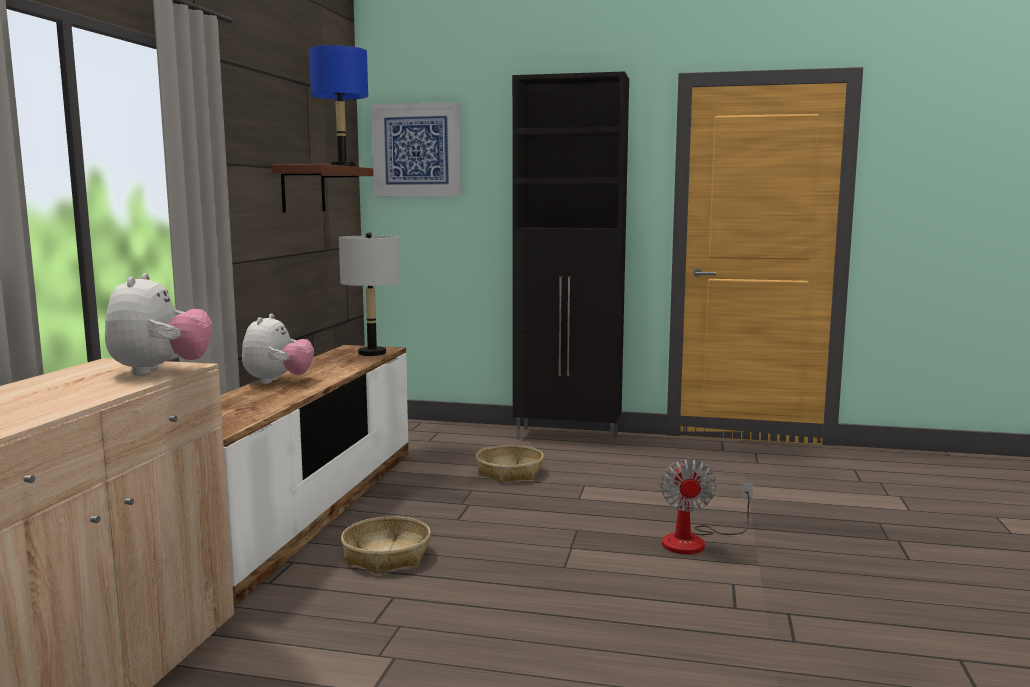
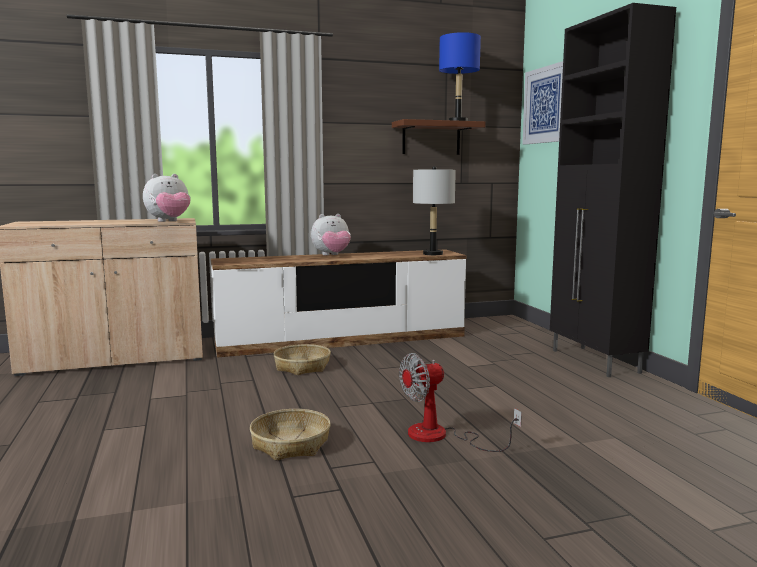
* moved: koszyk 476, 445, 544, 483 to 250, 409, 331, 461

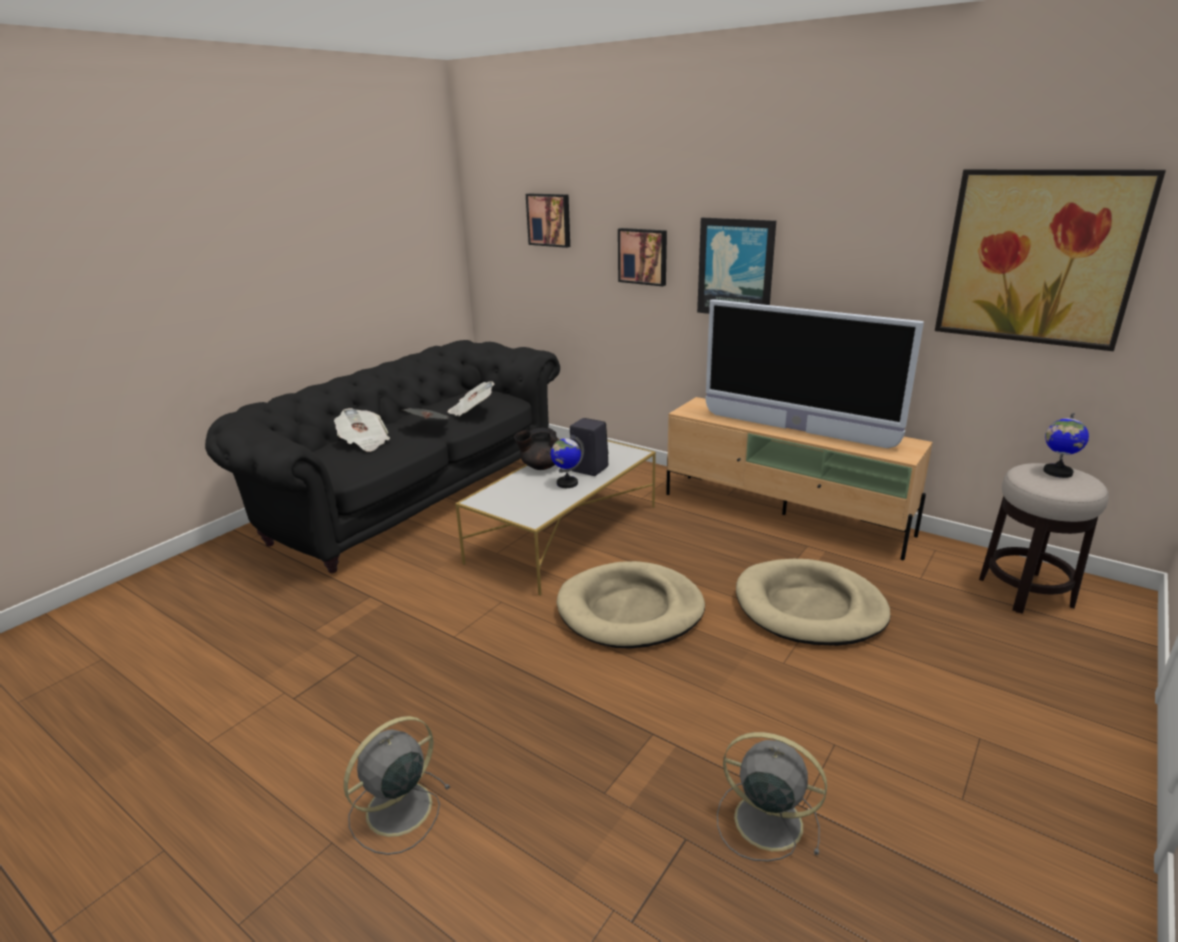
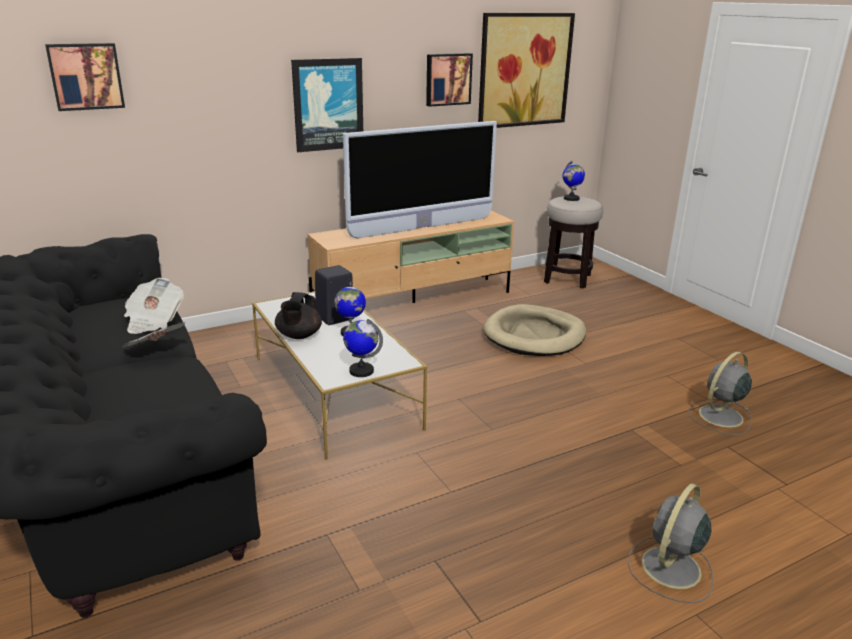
* moved: obraz 618, 228, 667, 286 to 426, 53, 473, 107
* removed: gazeta 334, 408, 390, 452
* removed: legowisko/beżowy 557, 561, 705, 649
* turned: wentylator/szary 344, 716, 451, 855 = 628, 483, 713, 603 60 degrees clockwise
* added: globus 343, 319, 383, 377

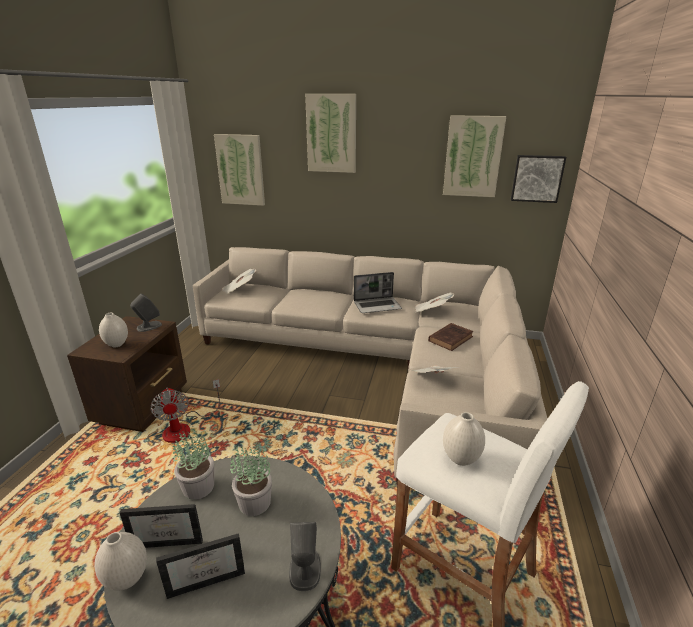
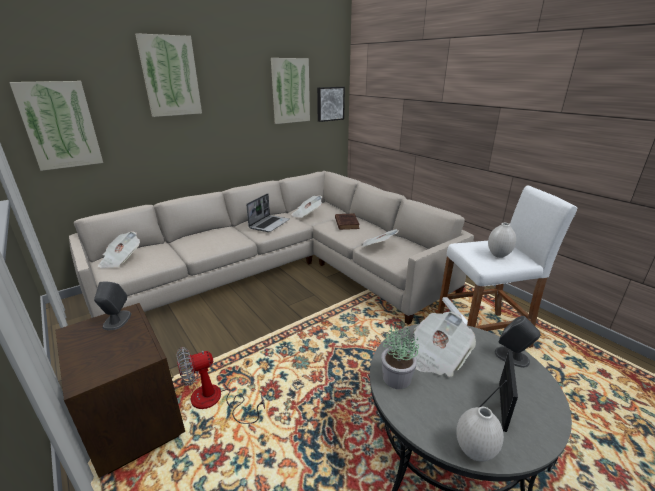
* removed: wazon/biały 99, 313, 128, 347
* turned: wentylator 150, 379, 220, 443 = 176, 347, 265, 424 135 degrees clockwise
* replaced: roślina doniczkowa 230, 443, 272, 516 to gazeta 412, 312, 476, 377
* removed: ramka na zdjęcie 119, 504, 203, 548

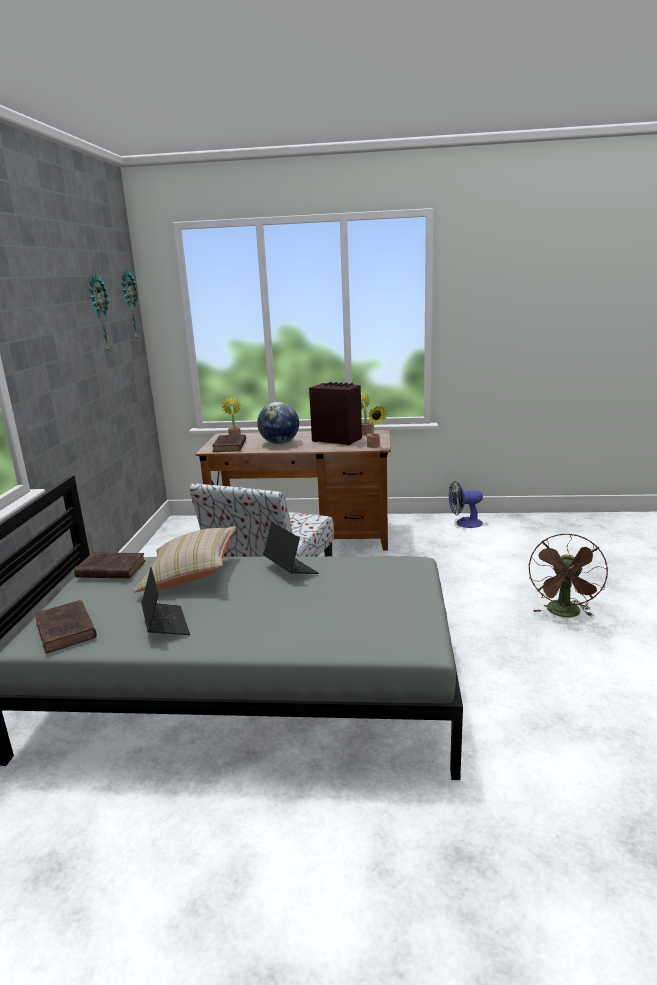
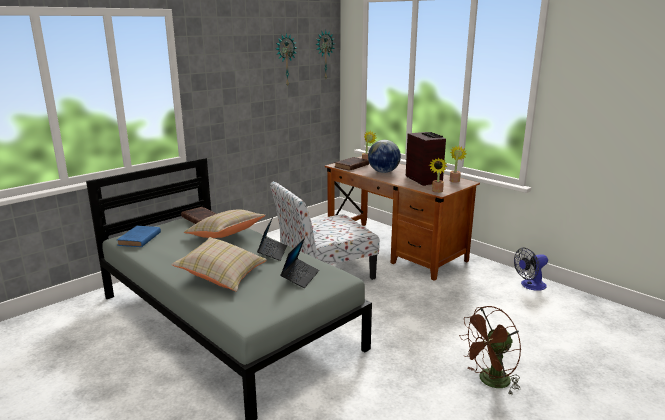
* turned: wentylator 449, 481, 483, 528 = 514, 248, 548, 291 60 degrees counterclockwise
* moved: laptop 141, 567, 190, 635 to 280, 238, 319, 288
* recoloured: książka/brązowy 34, 600, 97, 653 to książka/niebieski 117, 226, 161, 247
* added: poduszka/beżowy 171, 237, 267, 292

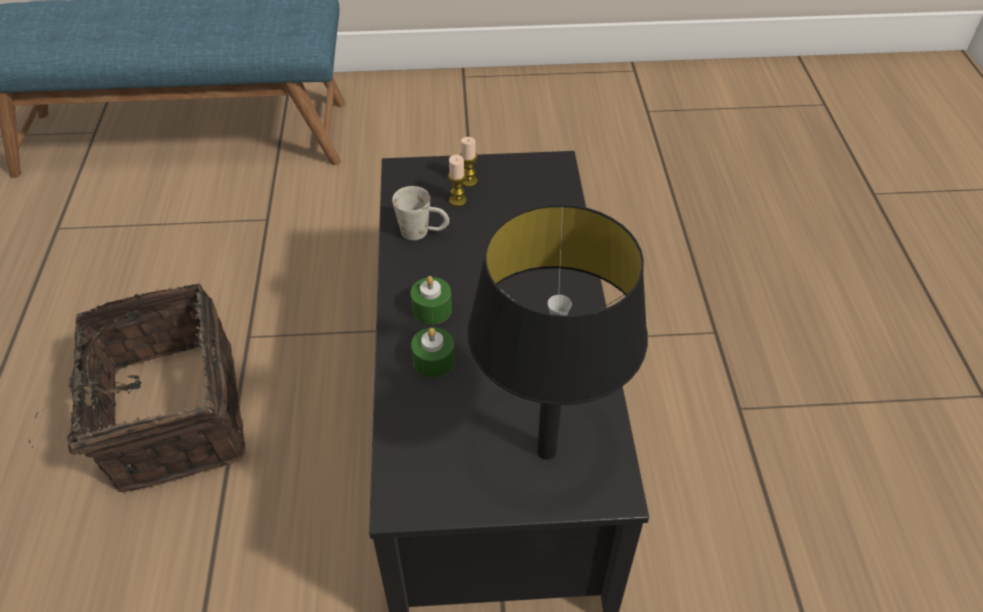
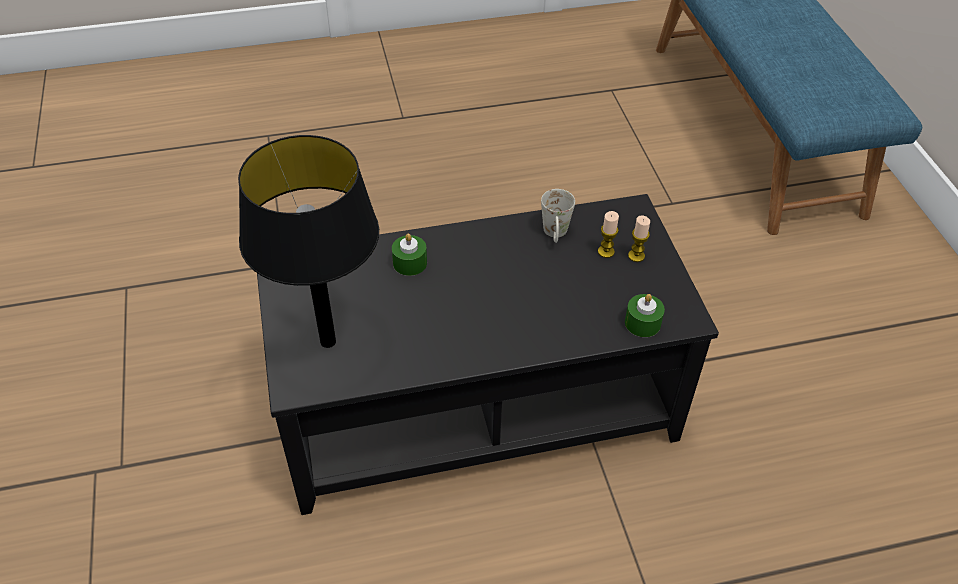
* moved: świeca/zielony 411, 276, 452, 325 to 625, 294, 665, 337
* removed: koszyk 29, 283, 246, 493

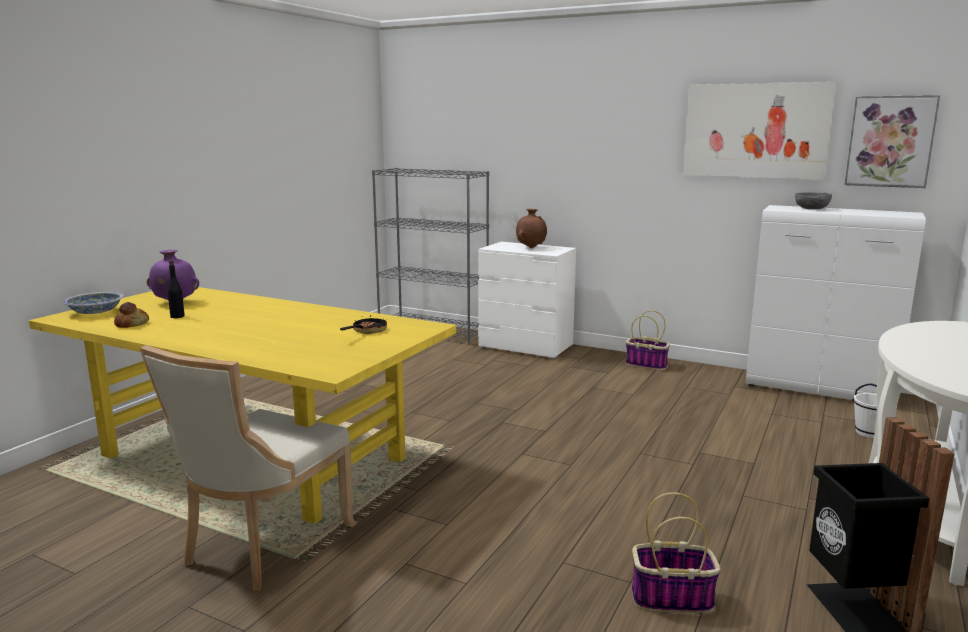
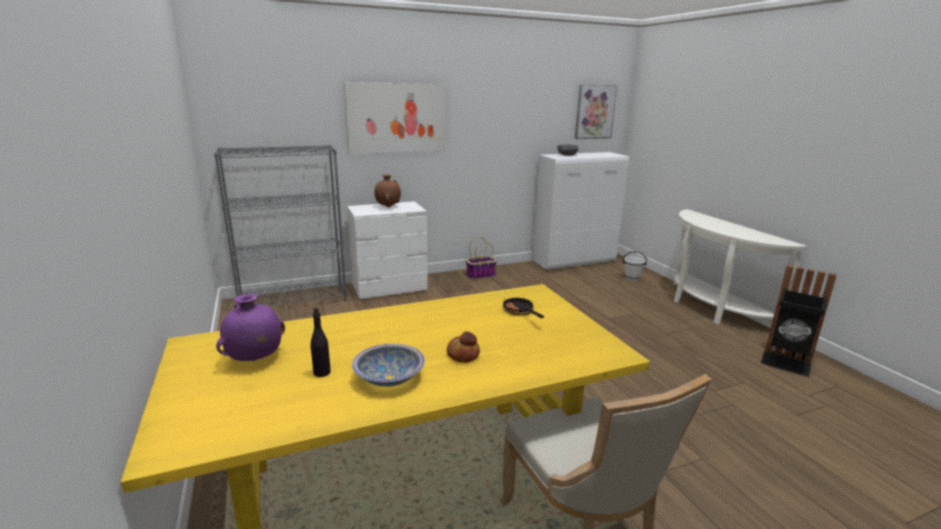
* moved: obraz 683, 82, 837, 180 to 344, 82, 445, 154
* moved: miska 63, 292, 124, 314 to 352, 344, 425, 387
* moved: chleb 114, 302, 149, 328 to 447, 332, 480, 363
* removed: koszyk 632, 492, 720, 613

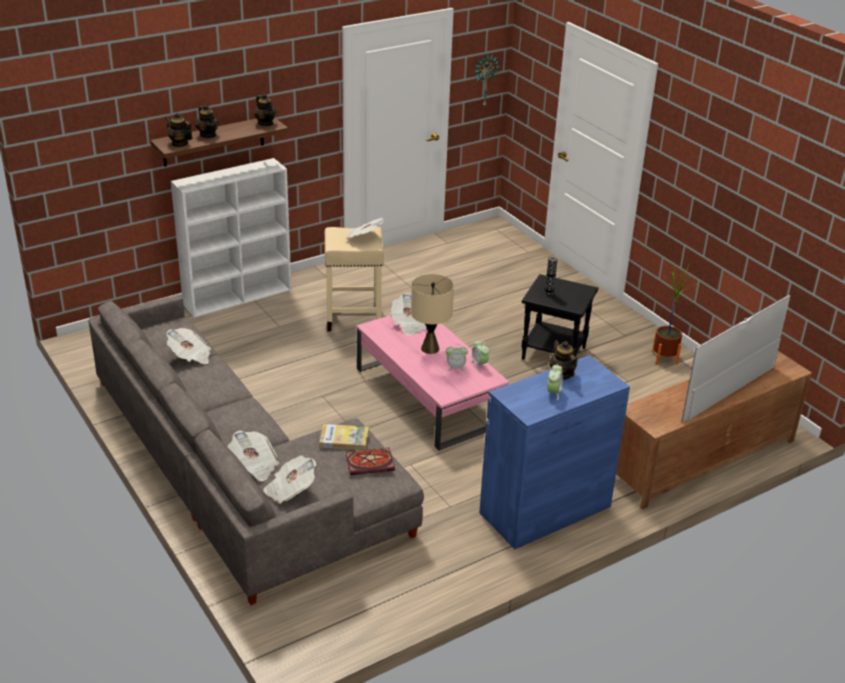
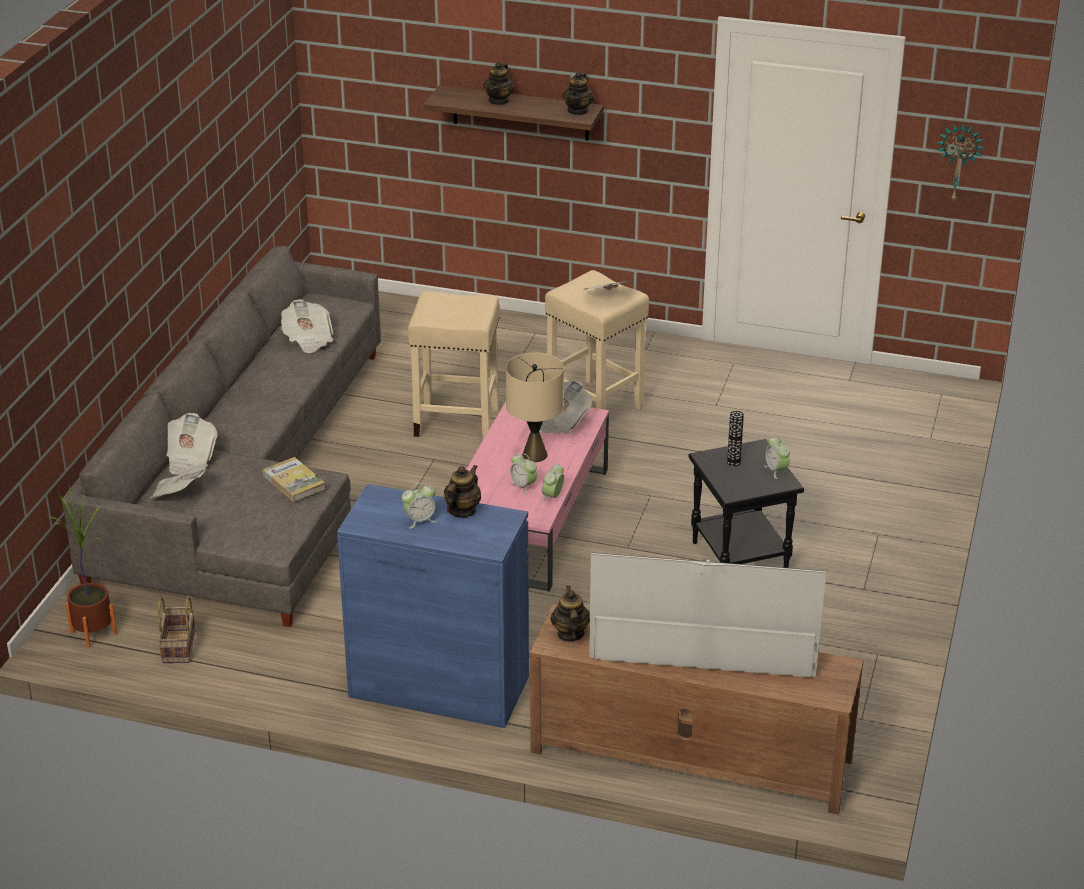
* moved: imbryk 165, 113, 193, 147 to 550, 586, 590, 642
* removed: regał/biały 171, 158, 291, 318
* moved: roślina doniczkowa 652, 265, 696, 364 to 49, 486, 117, 648
* removed: książka 346, 448, 395, 475
* added: stołek/beżowy 408, 291, 499, 439
* added: budzik 764, 436, 790, 479
* added: koszyk 158, 597, 196, 663

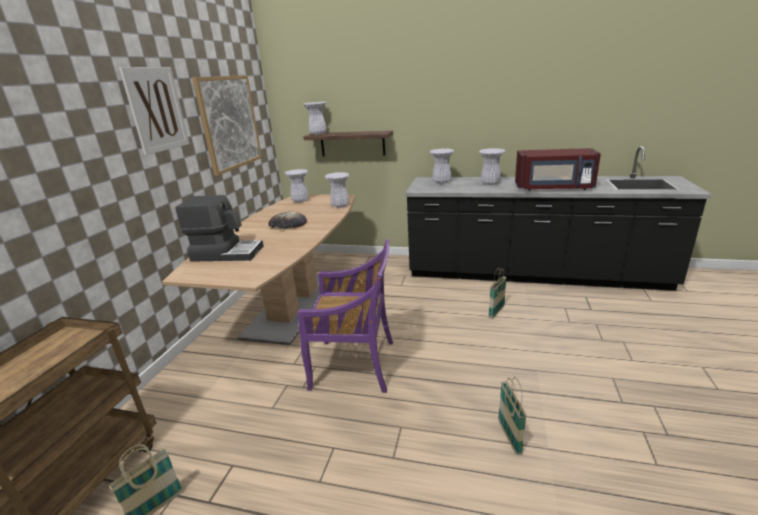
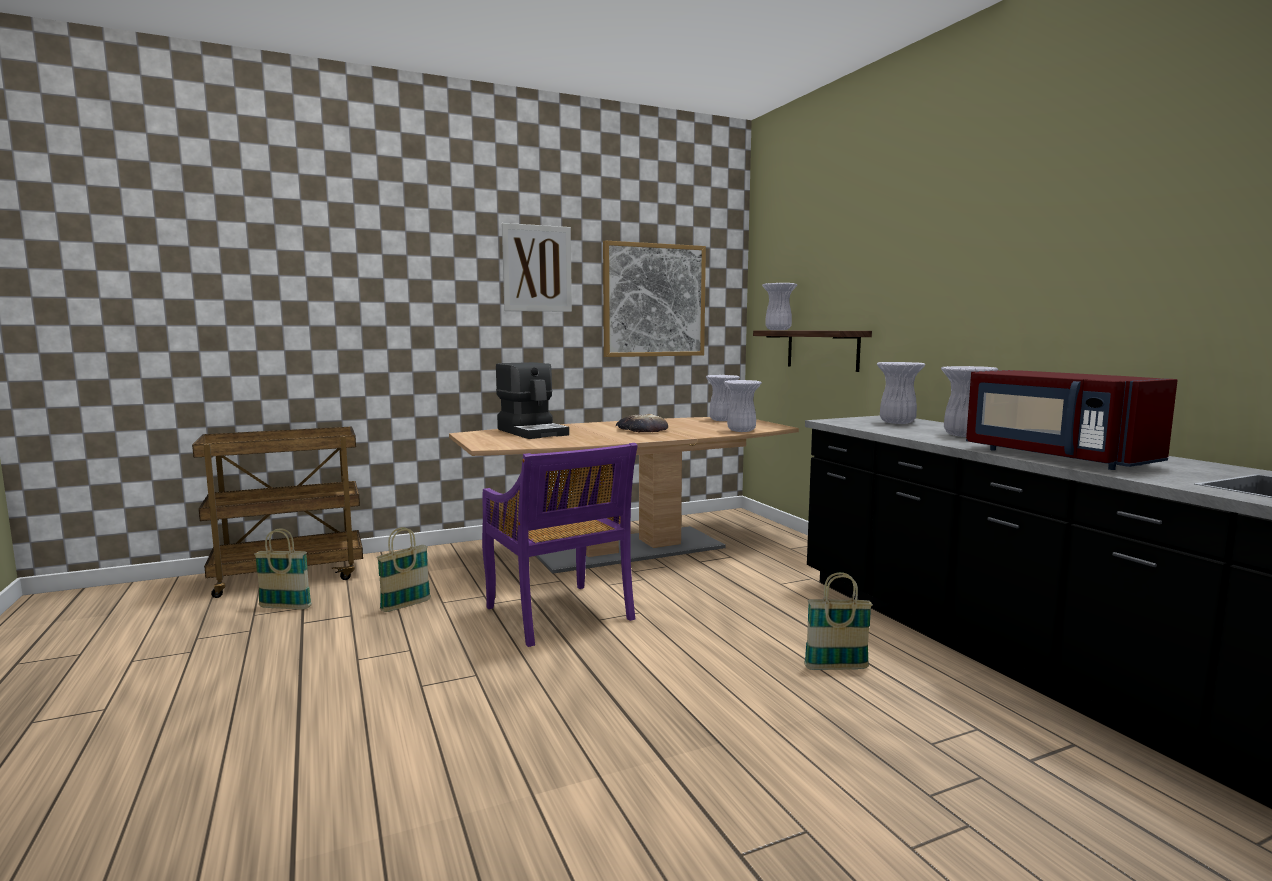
* moved: koszyk 498, 377, 527, 455 to 376, 527, 431, 612

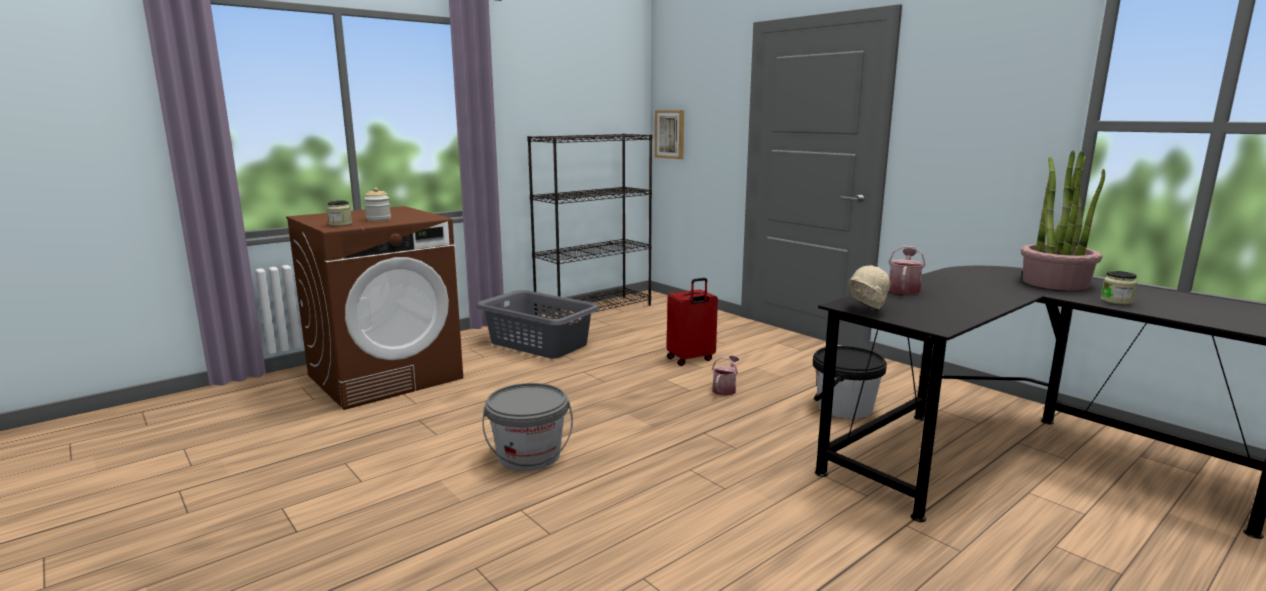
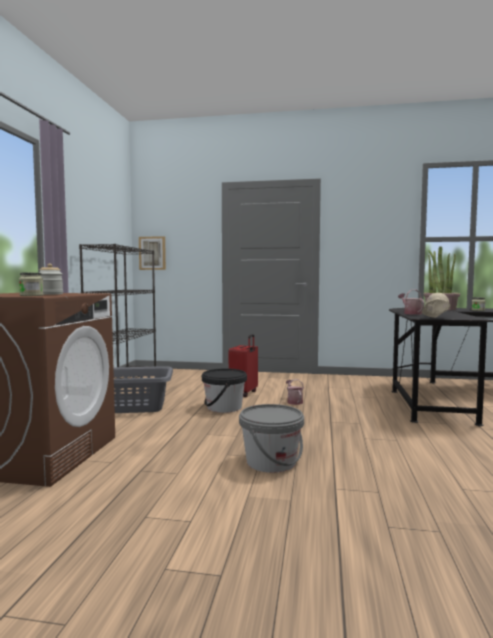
* moved: wiadro/czarny 813, 346, 887, 419 to 202, 368, 247, 413

